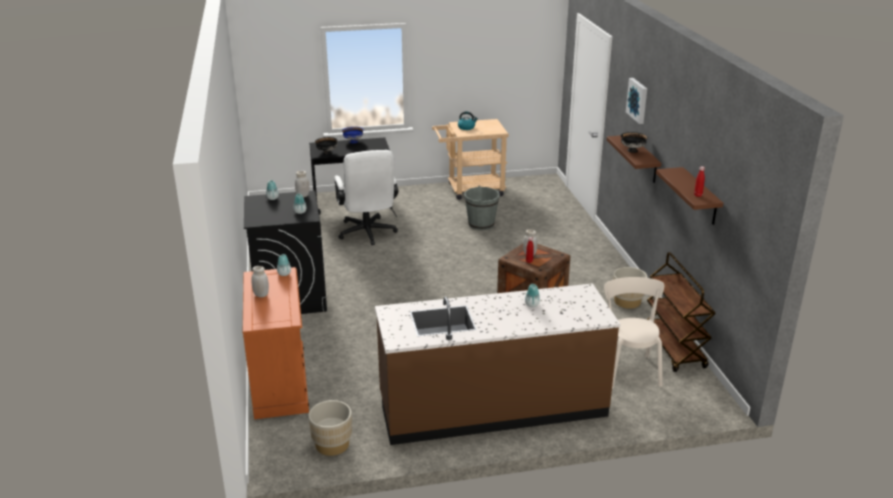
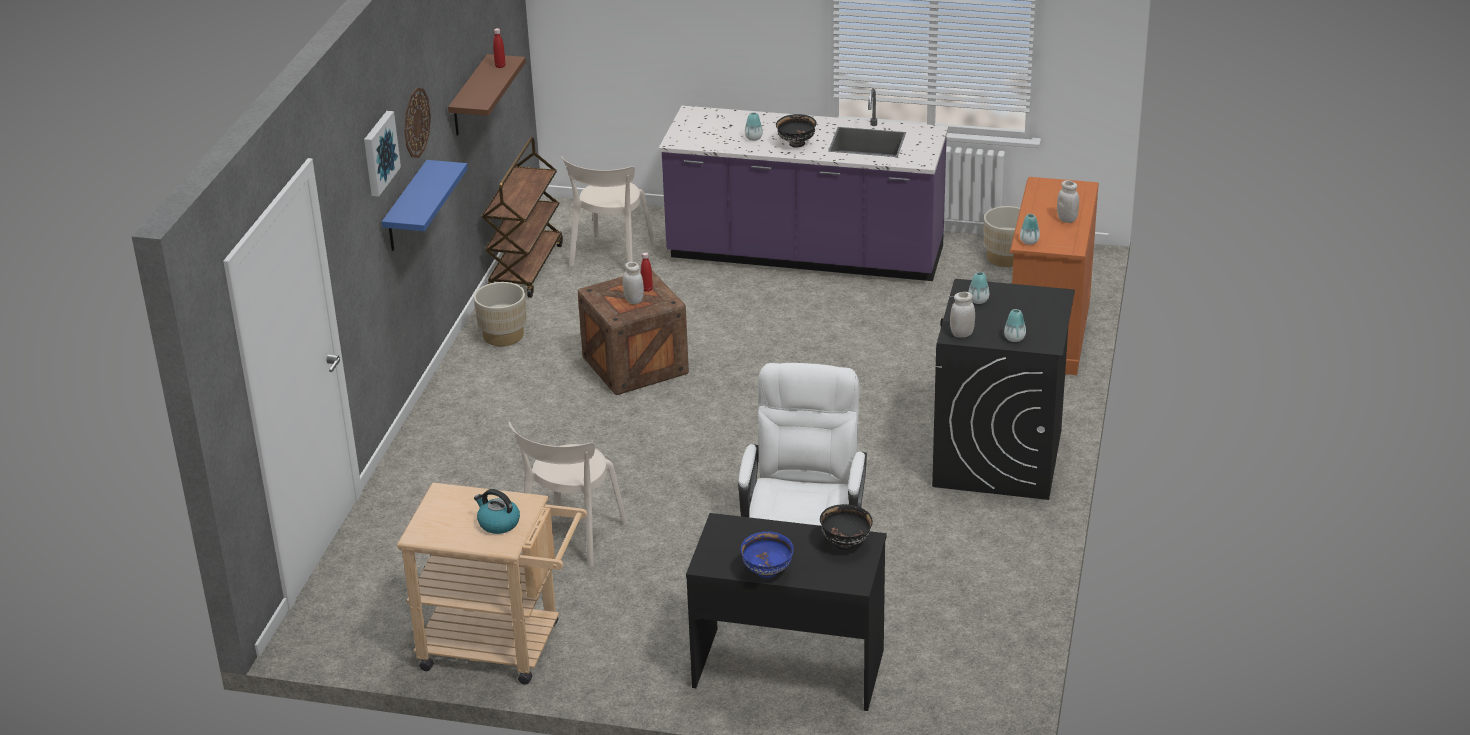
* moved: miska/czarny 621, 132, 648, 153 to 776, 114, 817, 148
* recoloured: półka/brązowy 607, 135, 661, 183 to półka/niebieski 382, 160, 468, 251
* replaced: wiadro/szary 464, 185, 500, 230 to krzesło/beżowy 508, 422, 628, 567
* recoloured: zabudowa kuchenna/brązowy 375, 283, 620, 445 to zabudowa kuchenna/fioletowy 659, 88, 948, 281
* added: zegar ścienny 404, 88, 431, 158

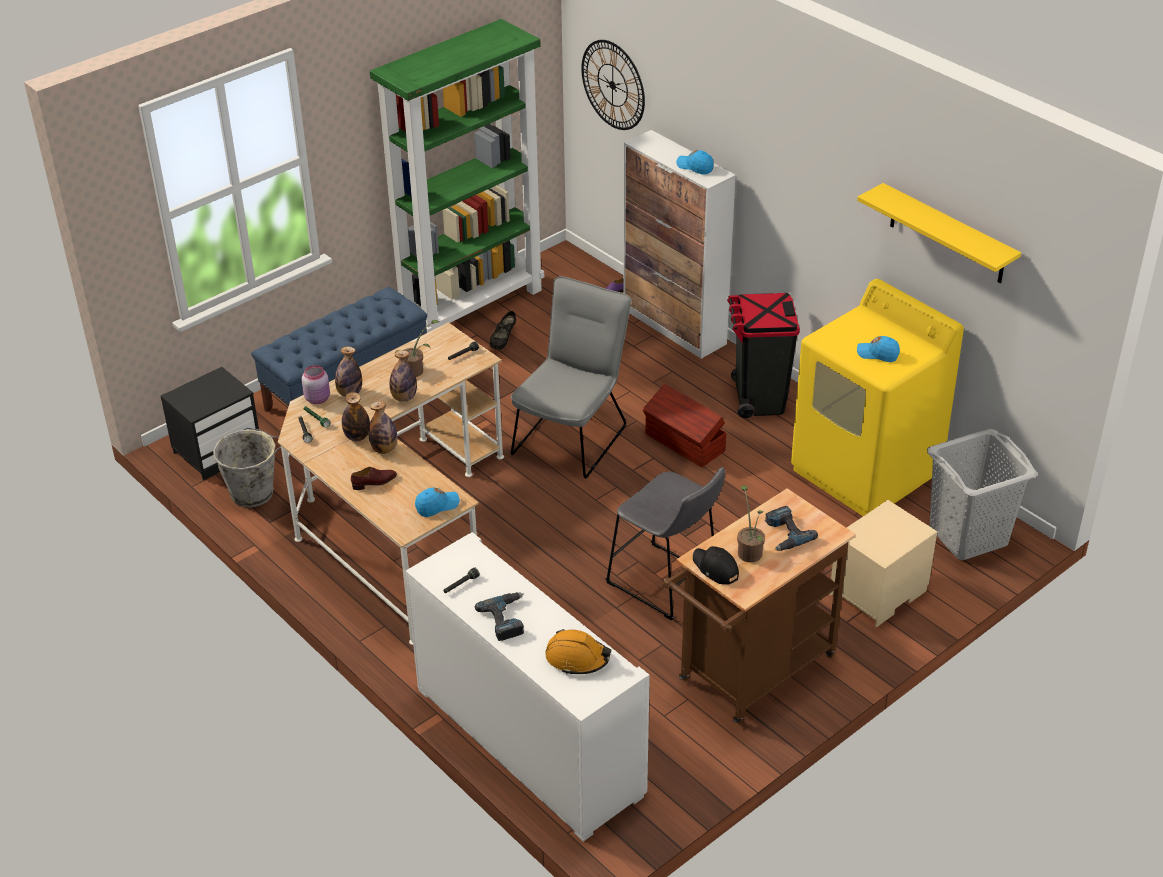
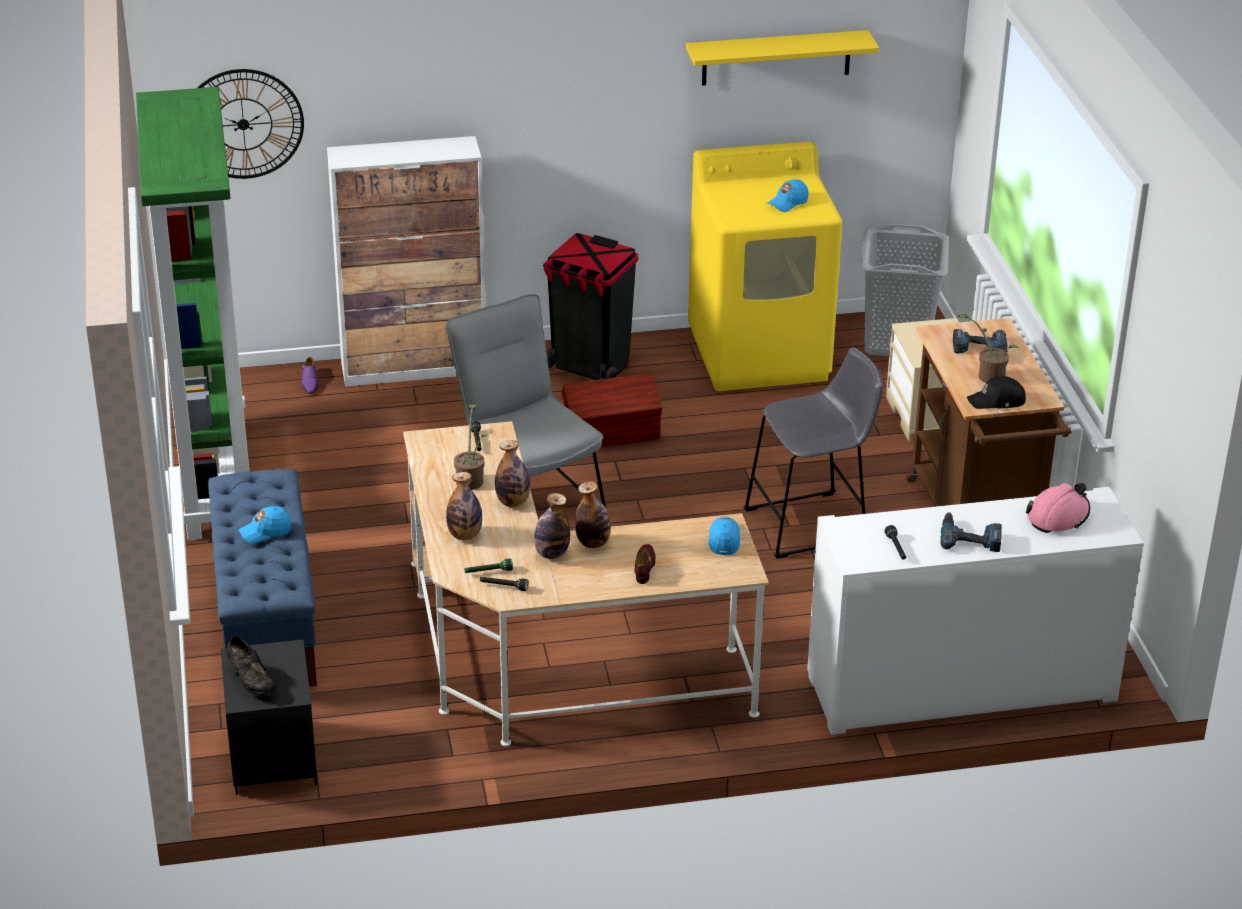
* moved: czapka z daszkiem/niebieski 676, 150, 714, 175 to 238, 506, 291, 544
* moved: but/czarny 490, 311, 516, 350 to 227, 636, 276, 695
* removed: słoik/różowy 302, 365, 330, 404
* removed: wiadro/szary 213, 428, 281, 508
* recoloured: kask/pomarańczowy 545, 629, 612, 674 to kask/różowy 1026, 483, 1090, 533

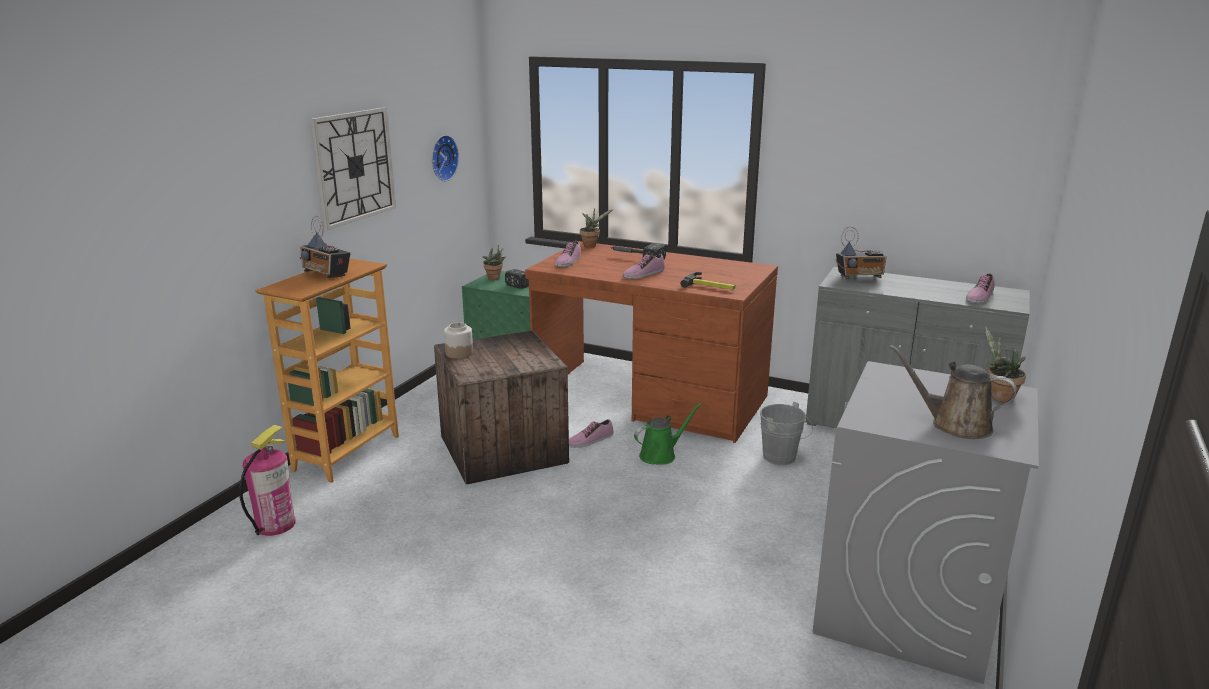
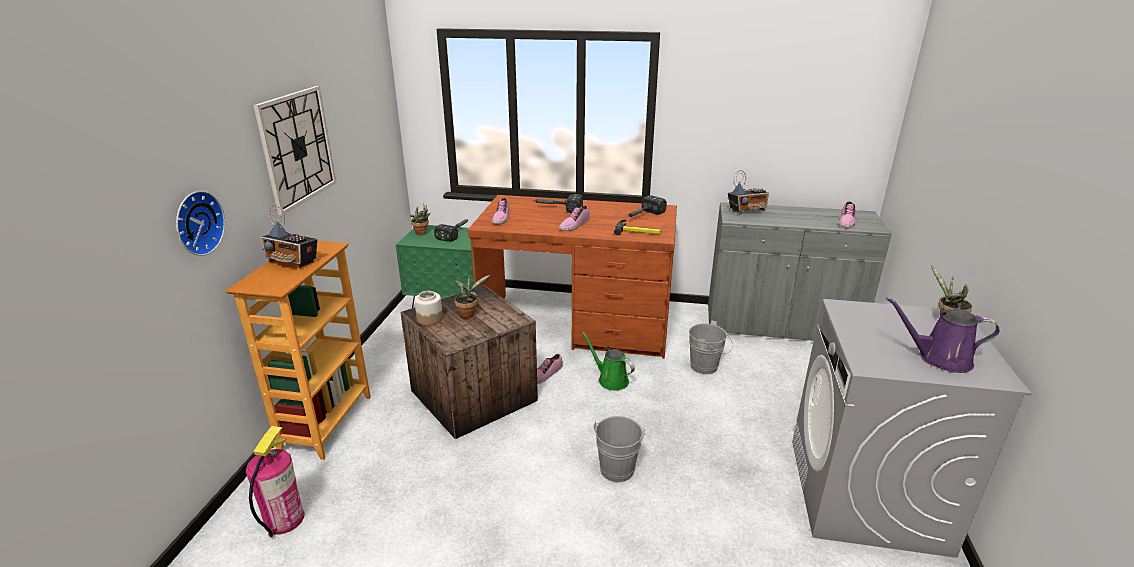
* moved: zegar ścienny 432, 135, 459, 181 to 176, 191, 225, 256
* moved: roślina doniczkowa 580, 208, 613, 247 to 455, 275, 490, 318
* recoloured: konewka/brązowy 890, 345, 1017, 439 to konewka/fioletowy 886, 297, 1000, 373
* turned: konewka/zielony 634, 404, 701, 465 = 582, 332, 635, 391 90 degrees counterclockwise
* added: młotek 627, 195, 667, 217
* added: wiadro/szary 593, 416, 645, 483

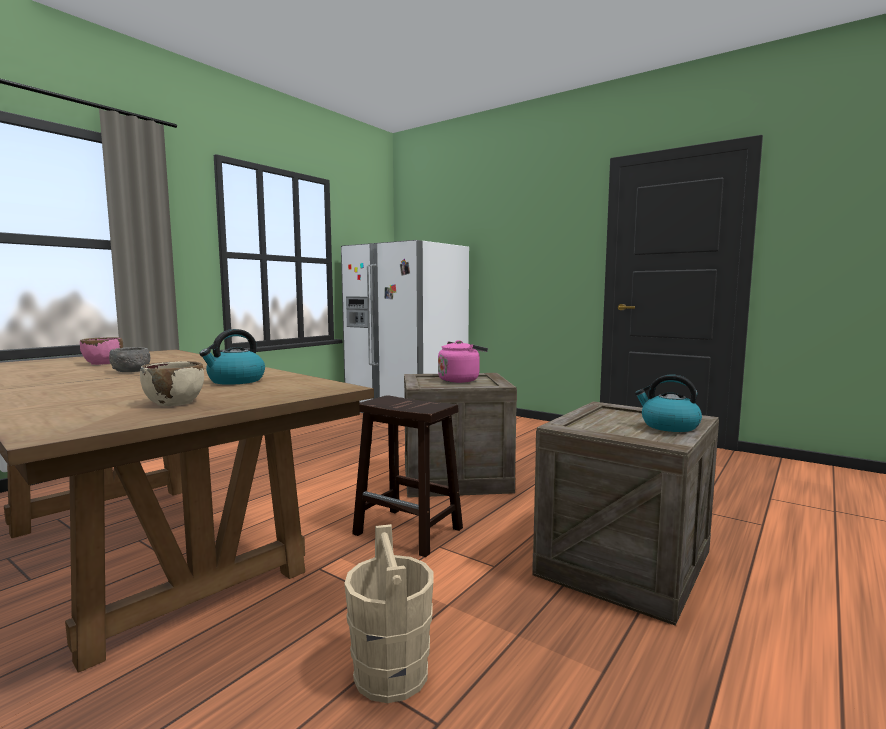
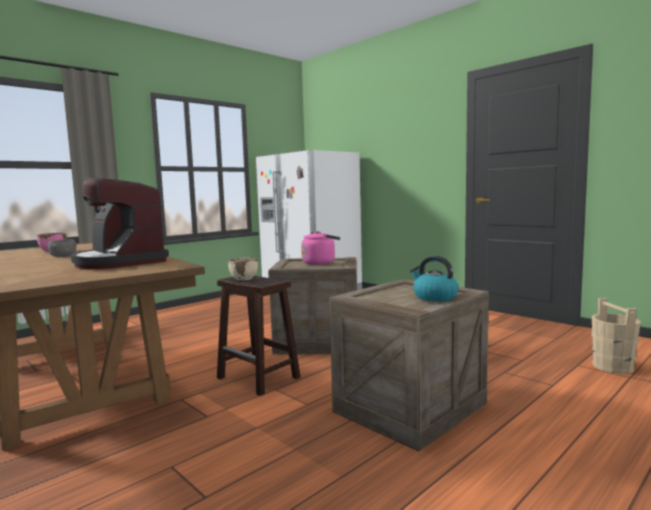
* replaced: czajnik 199, 329, 265, 385 to ekspres do kawy 71, 178, 169, 269
* moved: miska/beżowy 140, 361, 204, 406 to 228, 257, 258, 280
* moved: wiadro/beżowy 344, 524, 434, 703 to 591, 298, 641, 374

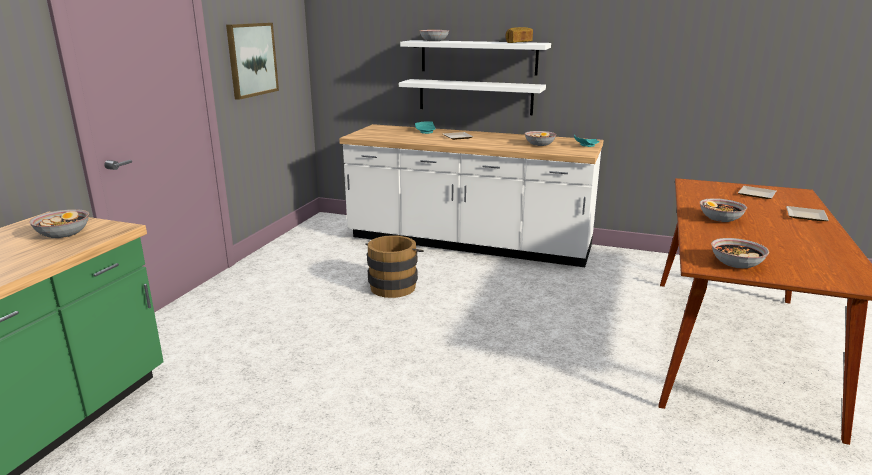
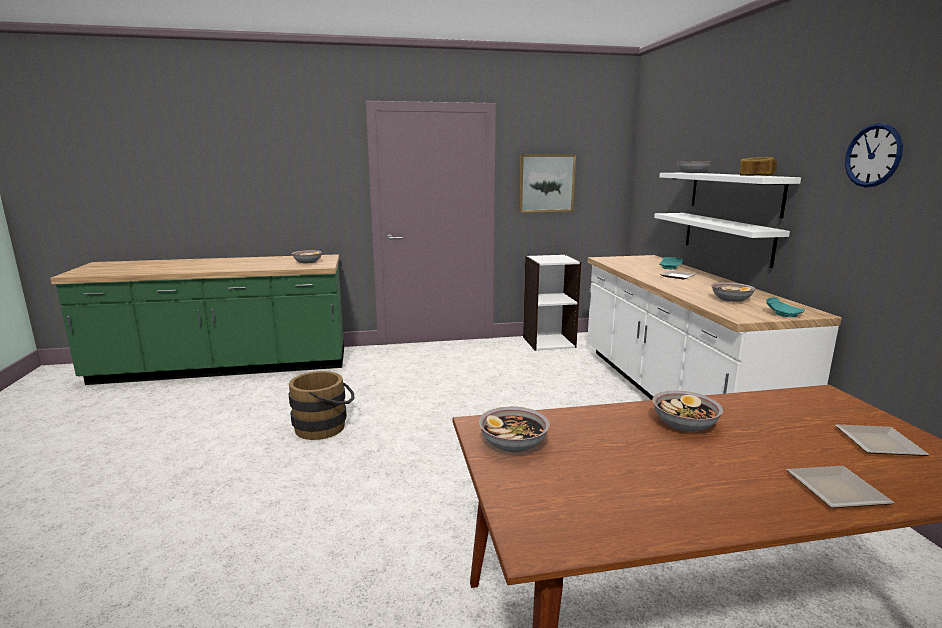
* moved: wiadro/brązowy 365, 235, 424, 298 to 288, 371, 355, 440
* added: zegar ścienny 845, 123, 903, 187
* added: regał/biały 523, 254, 581, 351

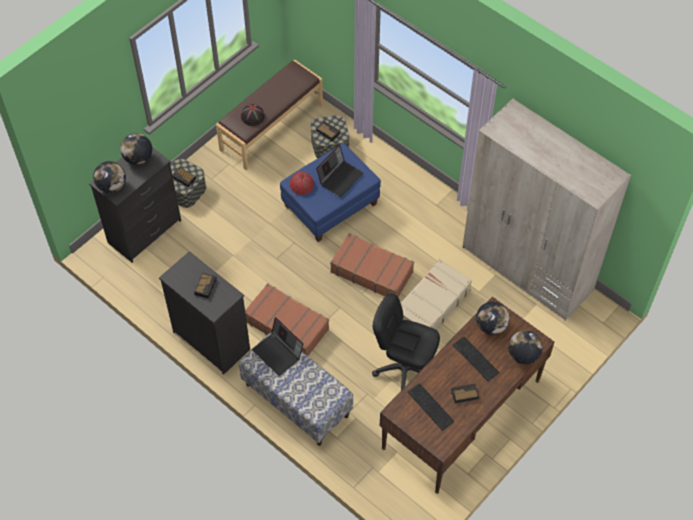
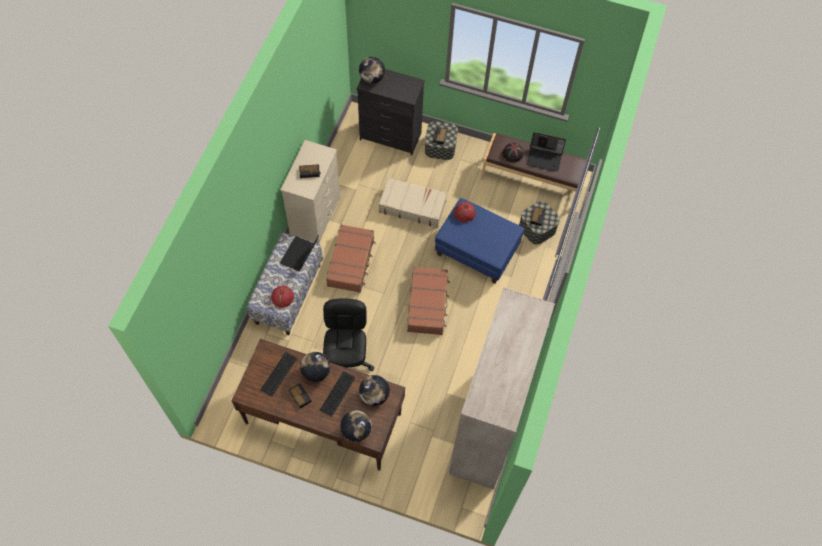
* moved: globus 120, 133, 152, 165 to 300, 352, 330, 382
* moved: laptop 316, 144, 363, 197 to 526, 133, 566, 172
* recoloured: komoda/czarny 159, 251, 250, 375 to komoda/beżowy 280, 140, 340, 244
* moved: walizka/beżowy 400, 259, 472, 329 to 379, 177, 447, 228
* added: kapelusz/czerwony 271, 286, 294, 308

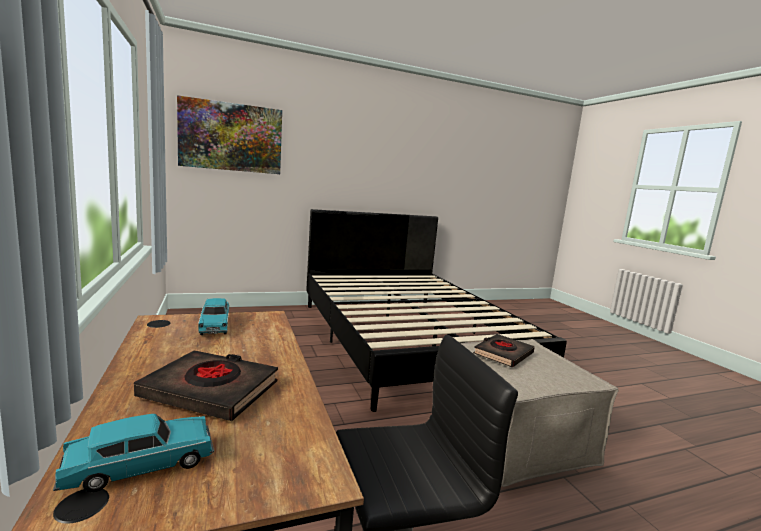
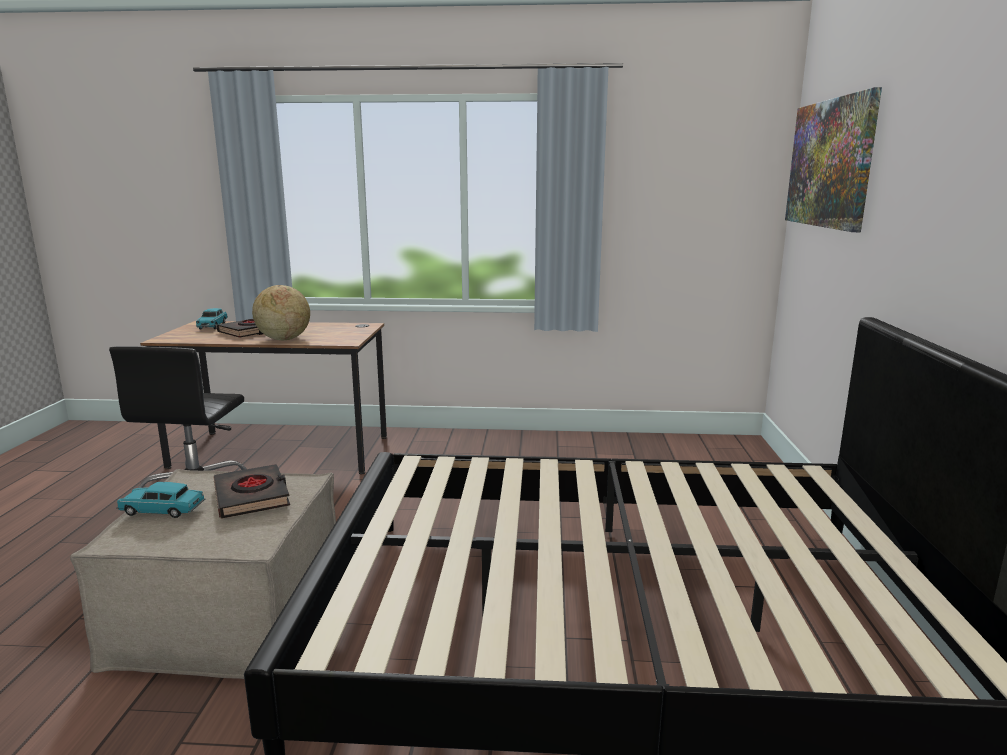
* moved: samochodzik/turkusowy 198, 298, 229, 335 to 116, 482, 205, 518
* added: globus 252, 285, 310, 340

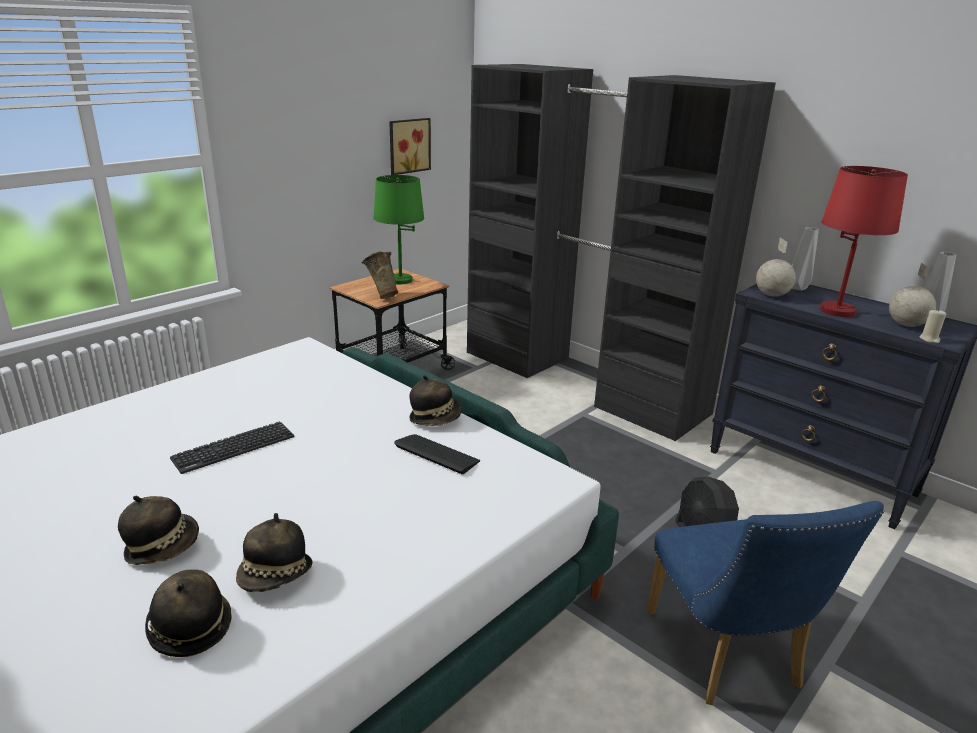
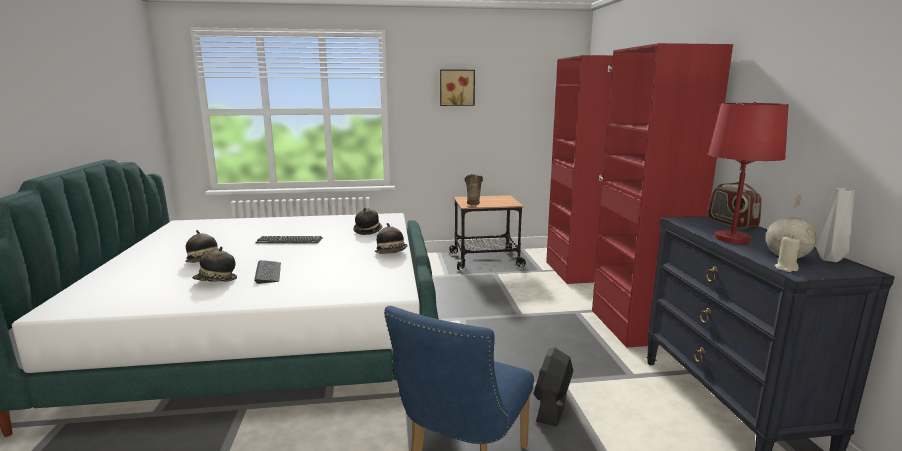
* recoloured: szafa/czarny 467, 64, 776, 441 to szafa/czerwony 546, 43, 733, 348
* moved: obraz 389, 118, 431, 175 to 440, 69, 475, 106
* removed: lampa stołowa/zielony 373, 175, 424, 284
* replaced: wazon/szary 792, 227, 819, 291 to radio 708, 182, 762, 229
* removed: globus 756, 238, 796, 297
* moved: klawiatura 394, 434, 480, 474 to 254, 260, 281, 284
* moved: kapelusz 145, 569, 232, 657 to 353, 208, 382, 235

